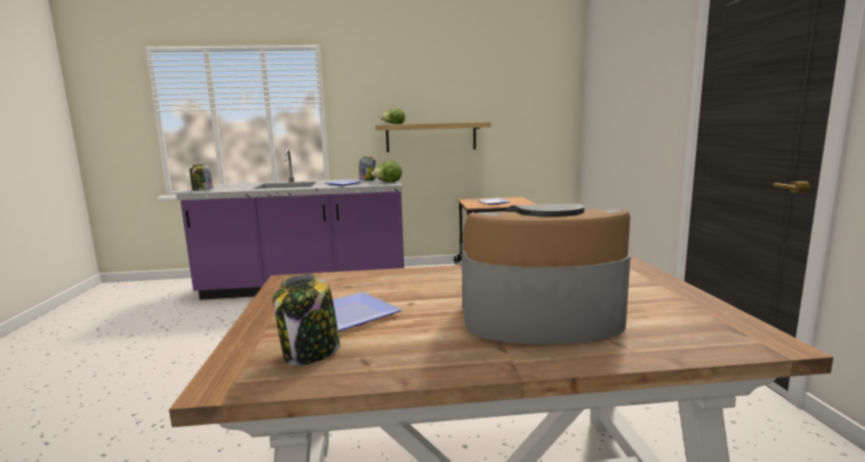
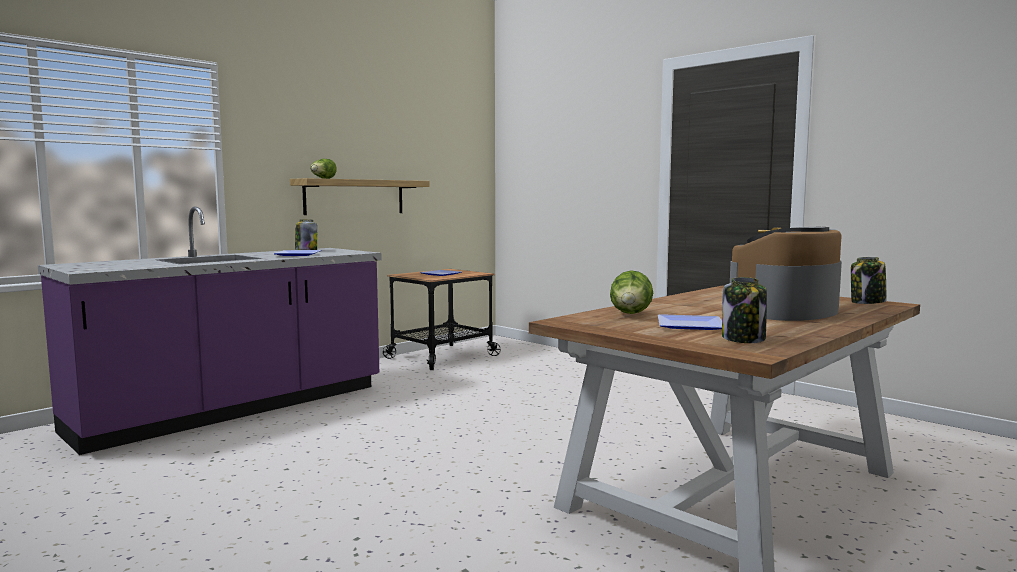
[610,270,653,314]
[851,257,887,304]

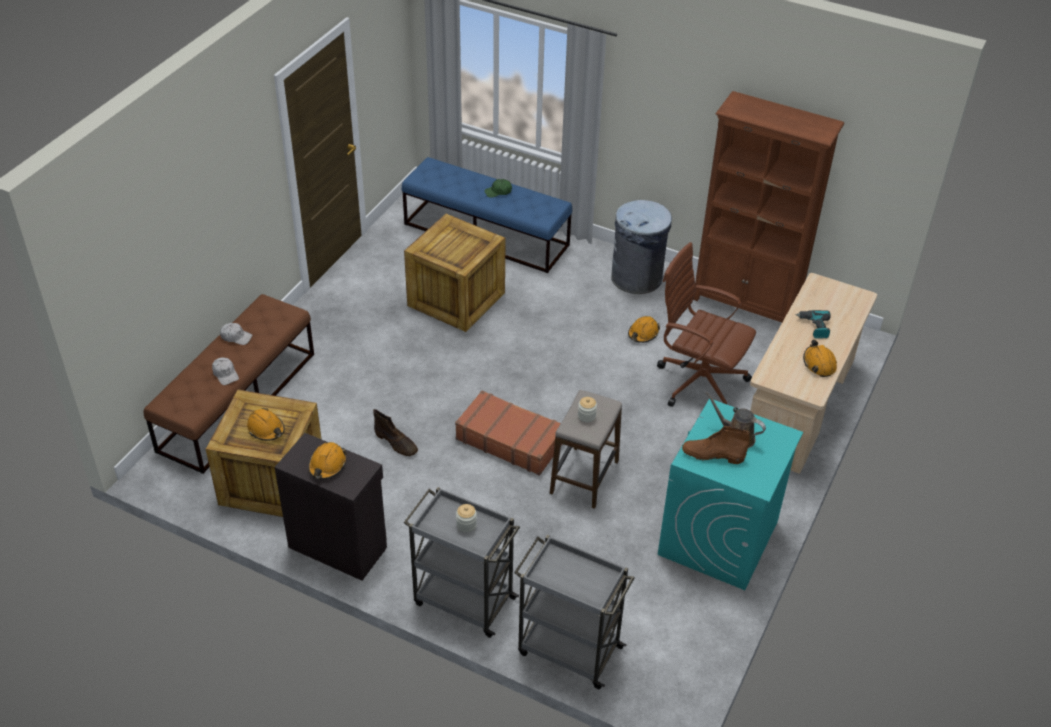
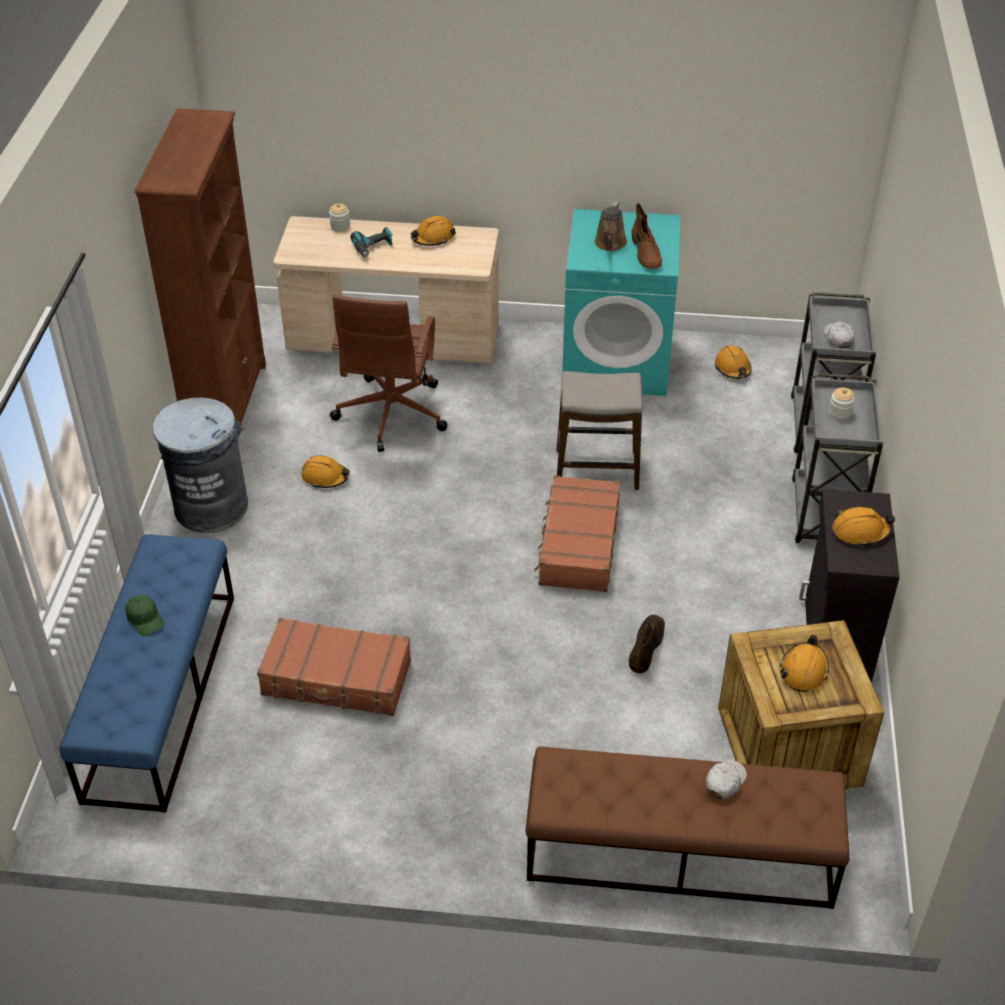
[257,618,411,716]
[824,321,855,349]
[329,203,350,232]
[715,345,752,379]

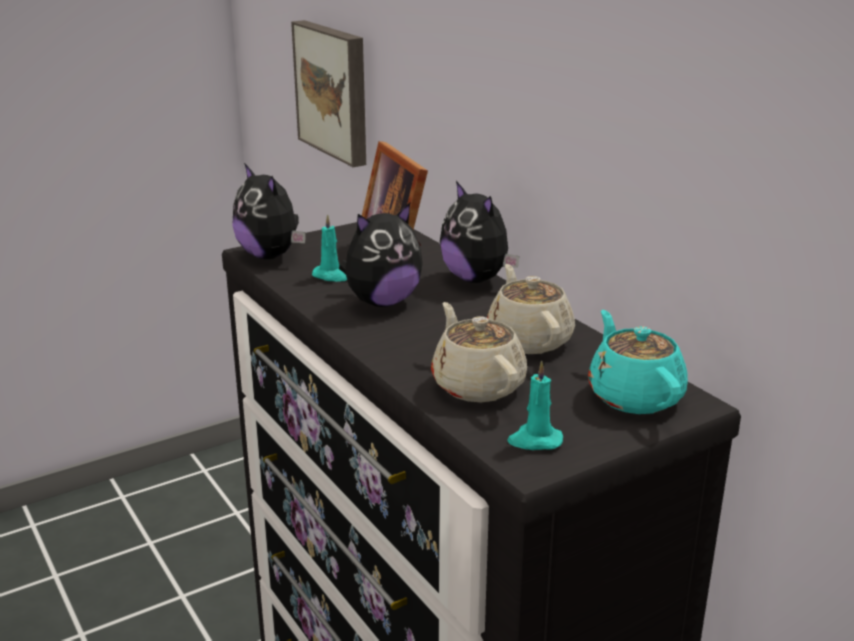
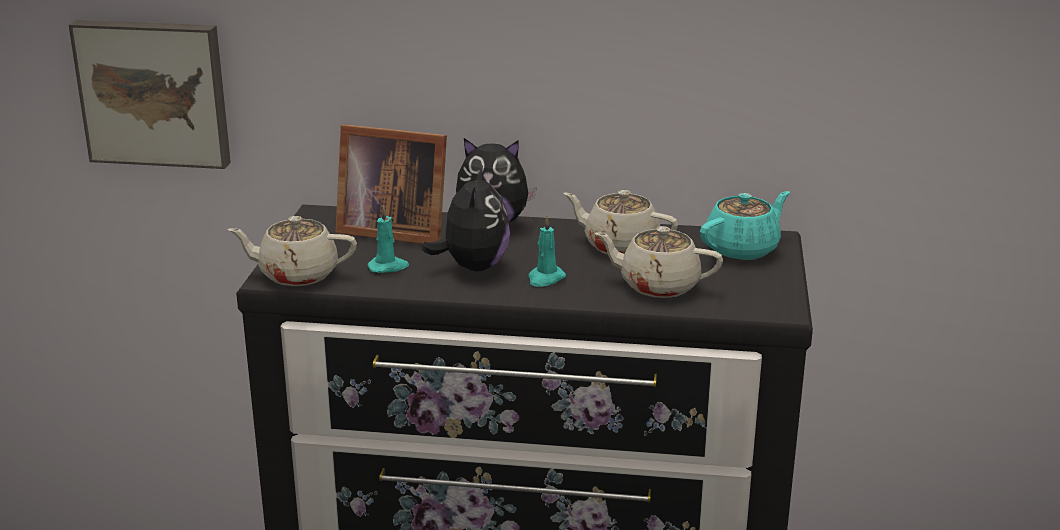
[227,216,357,286]
[700,191,790,260]
[528,216,566,287]

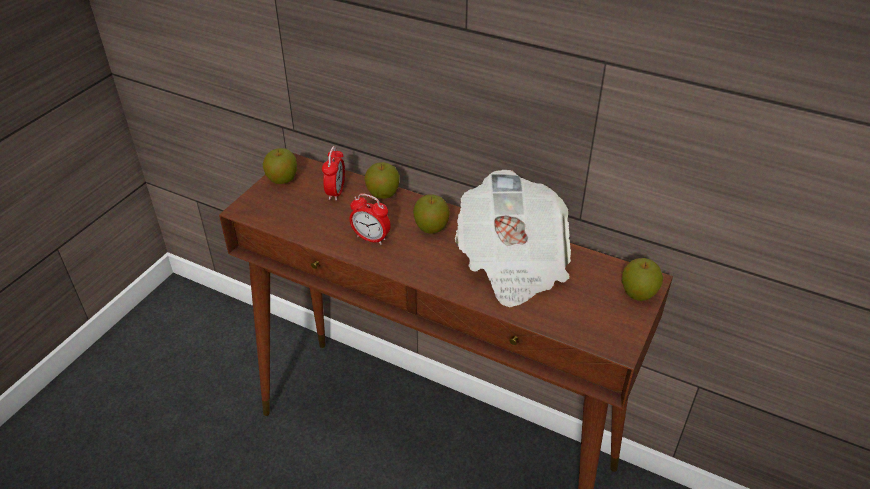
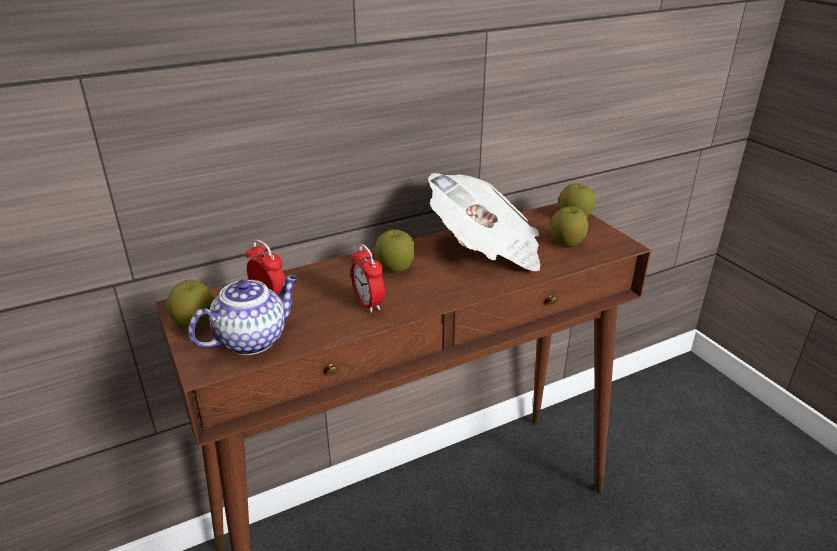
[550,206,588,246]
[351,244,385,313]
[188,275,298,355]

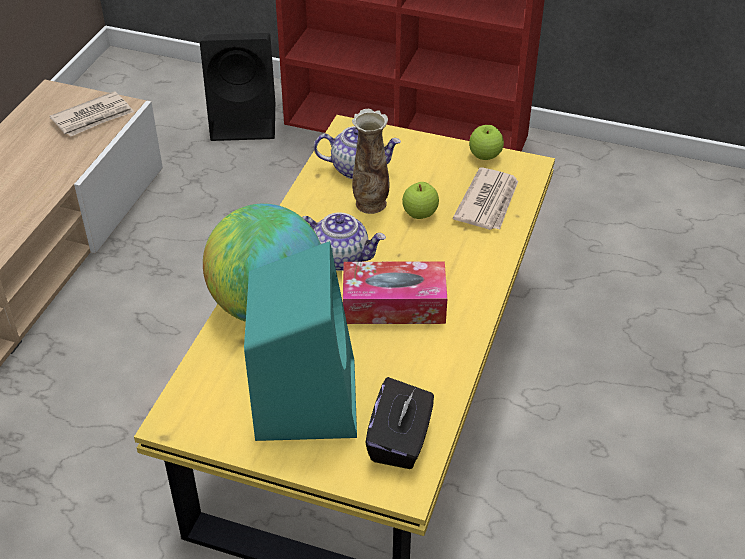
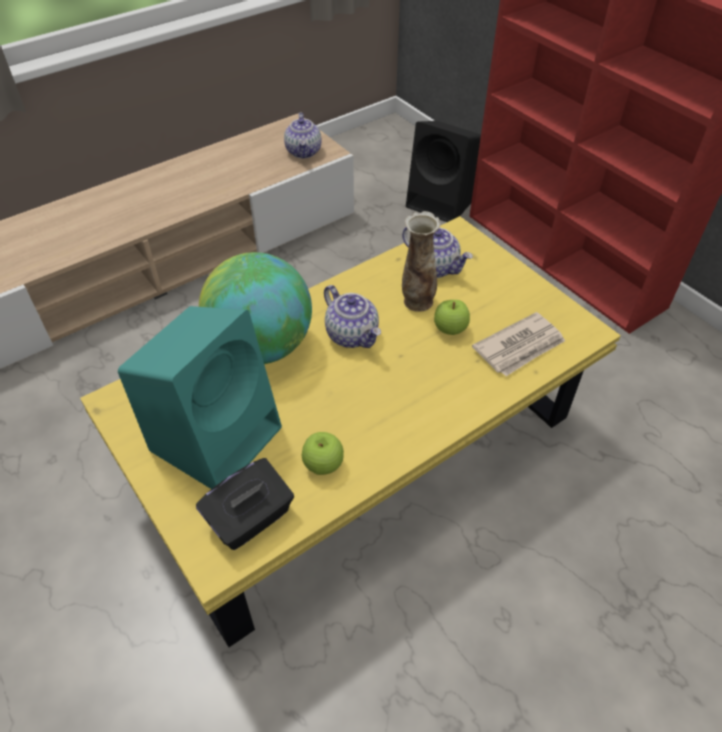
[284,113,322,158]
[302,432,344,475]
[343,262,447,324] (first image)

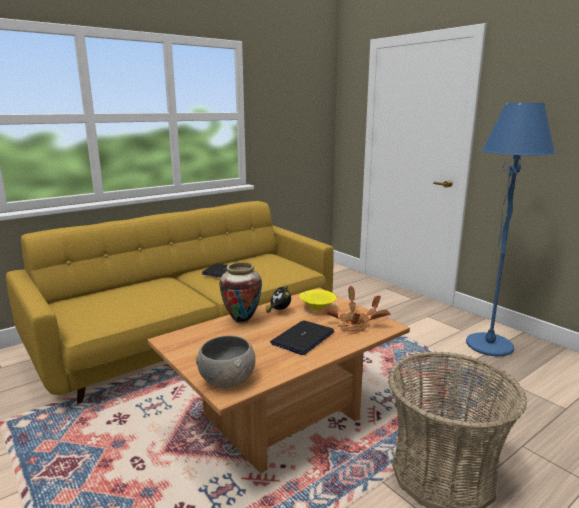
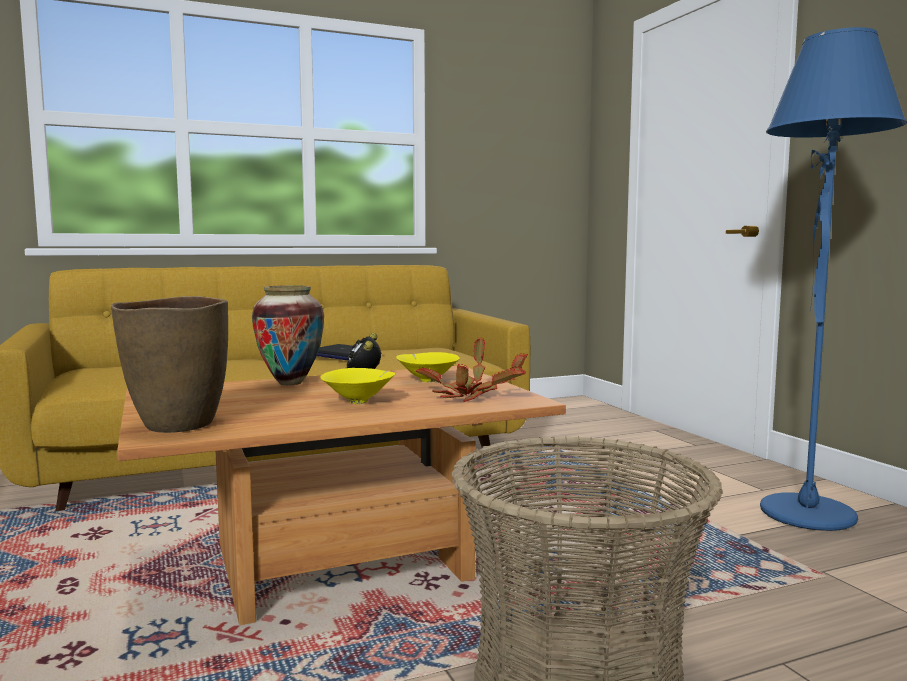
[320,368,396,404]
[111,296,228,433]

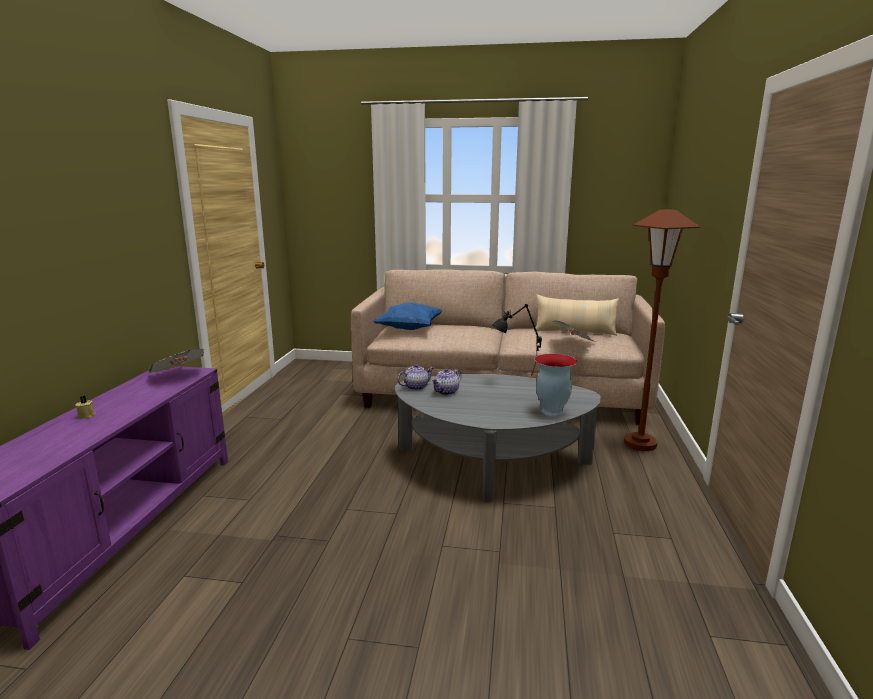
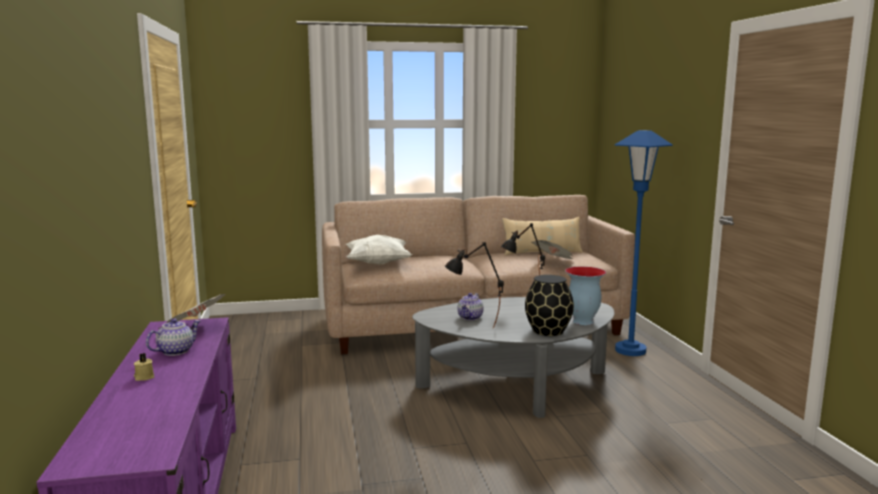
[615,130,673,356]
[346,235,412,264]
[146,318,200,356]
[445,242,504,329]
[525,275,574,336]

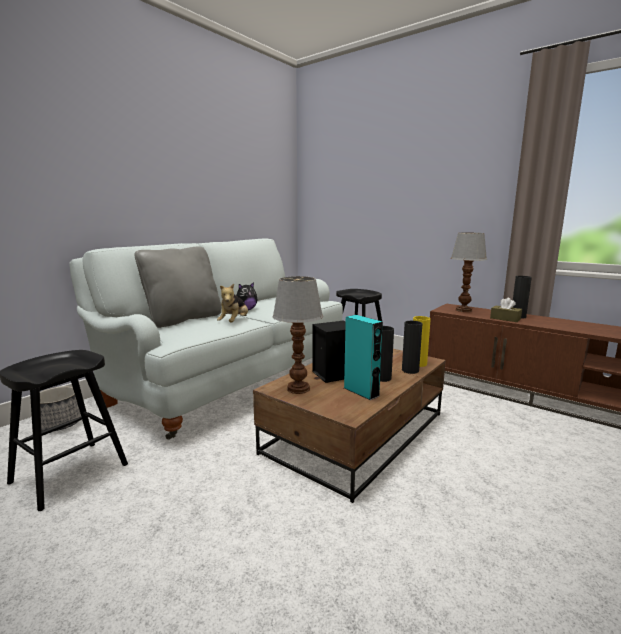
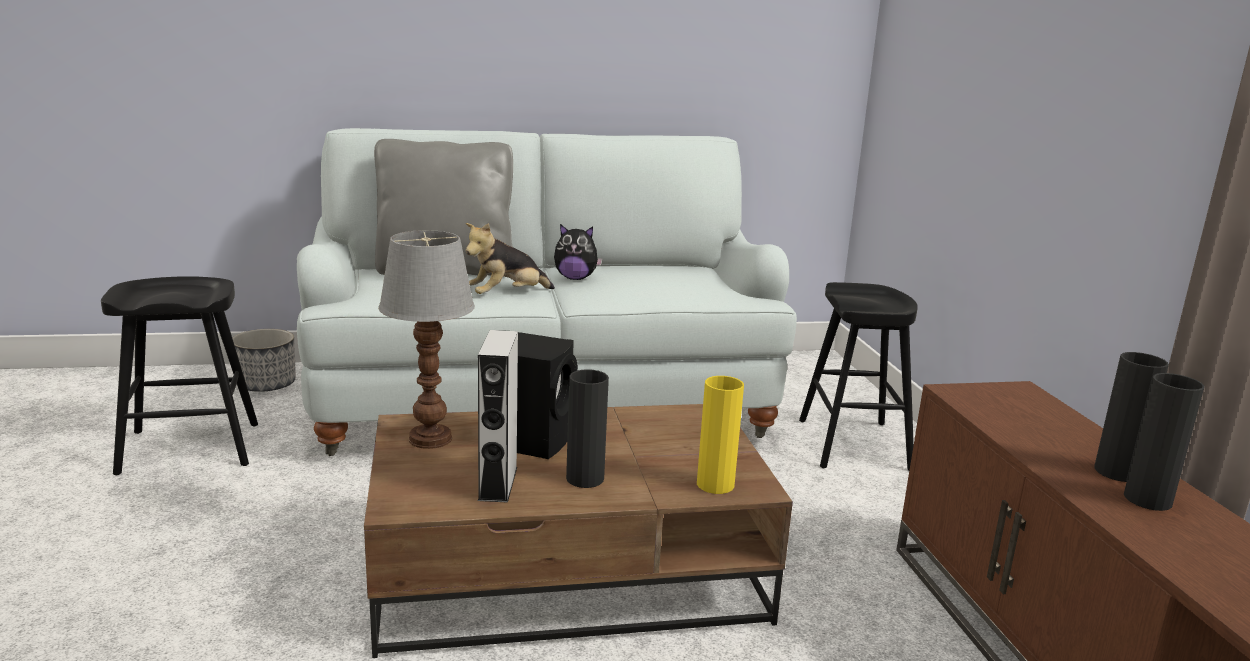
[451,233,487,312] (first image)
[490,298,522,322] (first image)
[478,330,518,503]
[1124,373,1205,511]

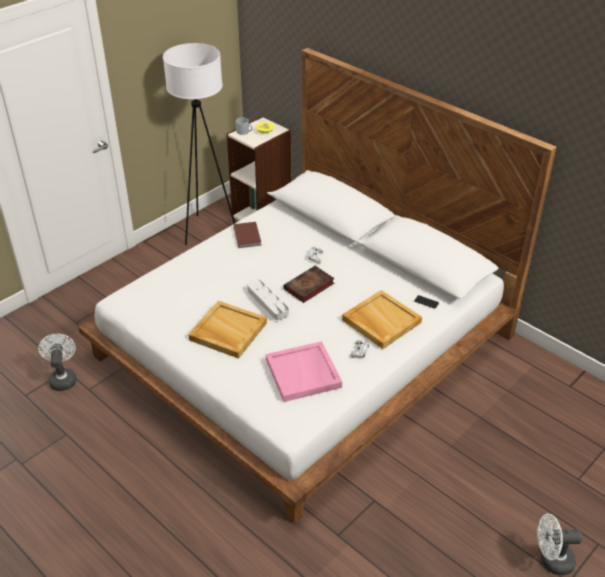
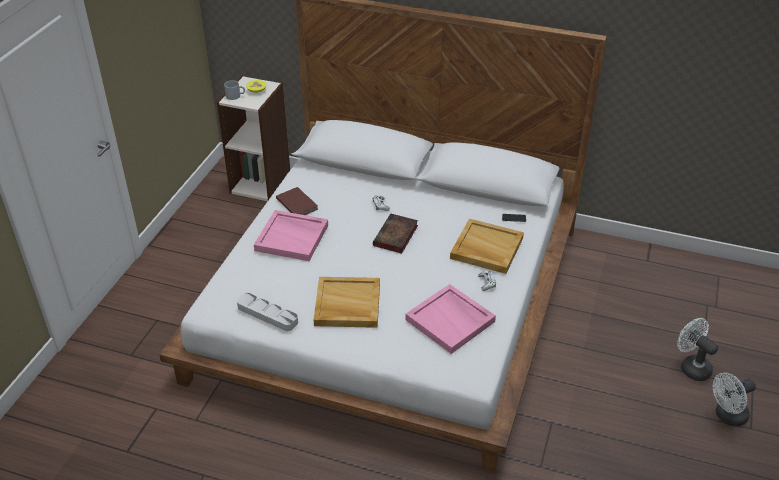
[163,43,235,245] (first image)
[237,293,298,331]
[677,318,718,381]
[254,210,328,261]

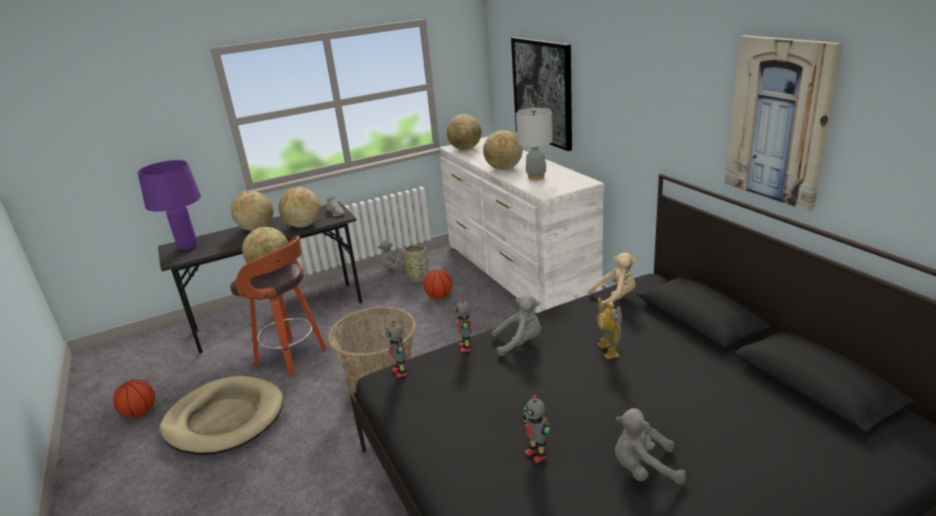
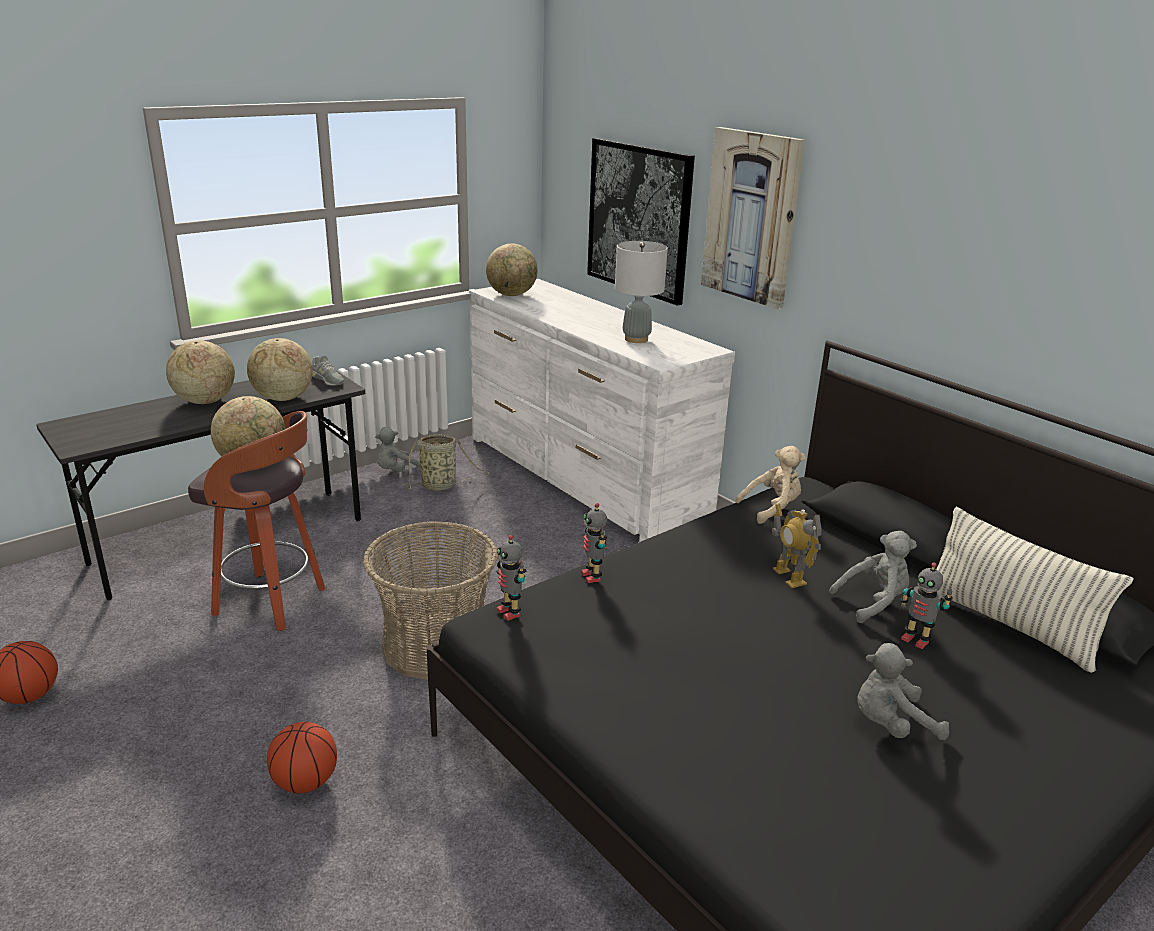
[701,127,805,309]
[483,130,523,170] (first image)
[138,160,201,250] (first image)
[267,722,337,793]
[829,531,917,623]
[160,376,283,455] (first image)
[900,562,953,649]
[937,507,1133,673]

